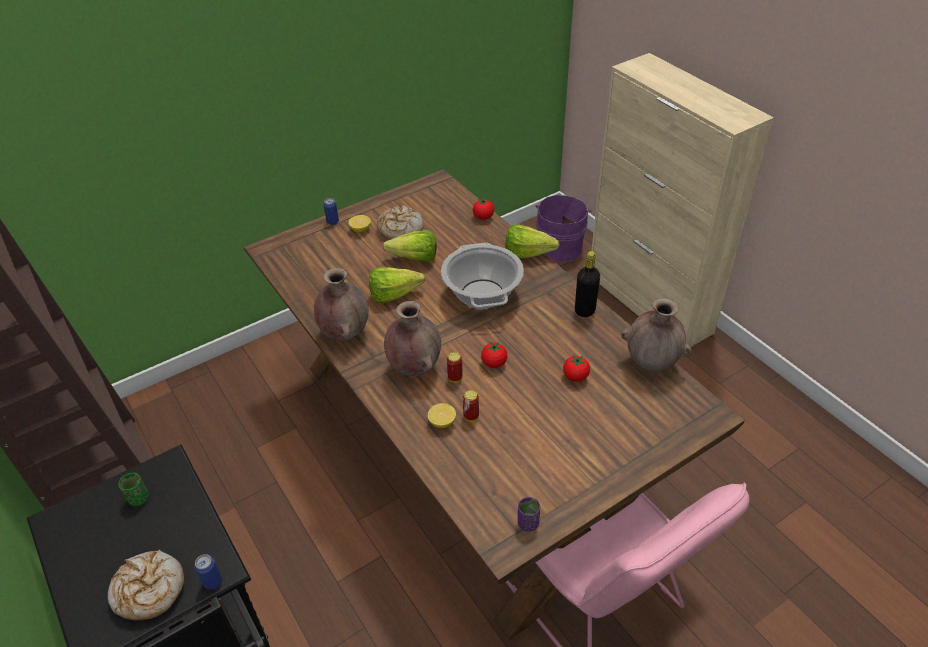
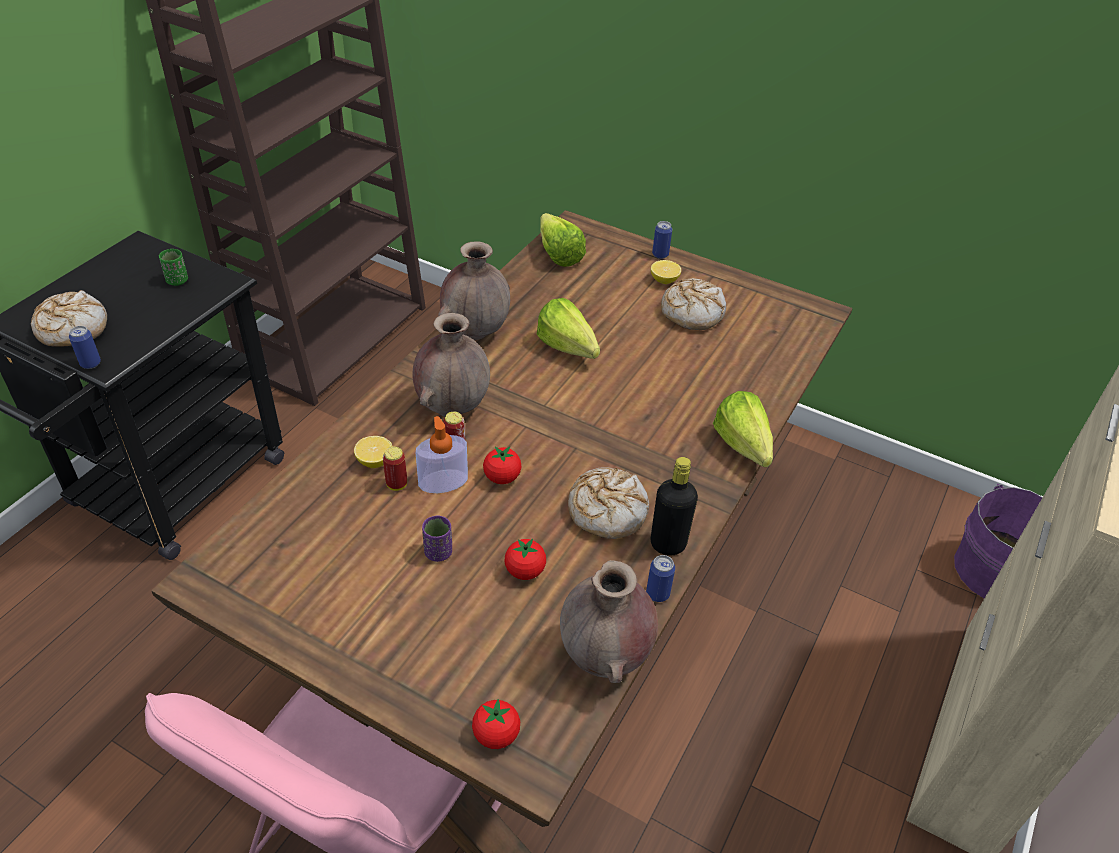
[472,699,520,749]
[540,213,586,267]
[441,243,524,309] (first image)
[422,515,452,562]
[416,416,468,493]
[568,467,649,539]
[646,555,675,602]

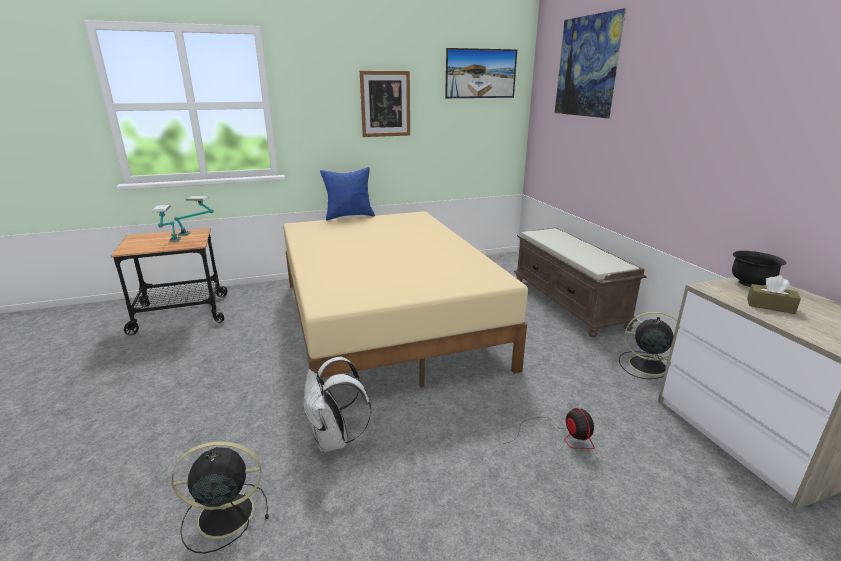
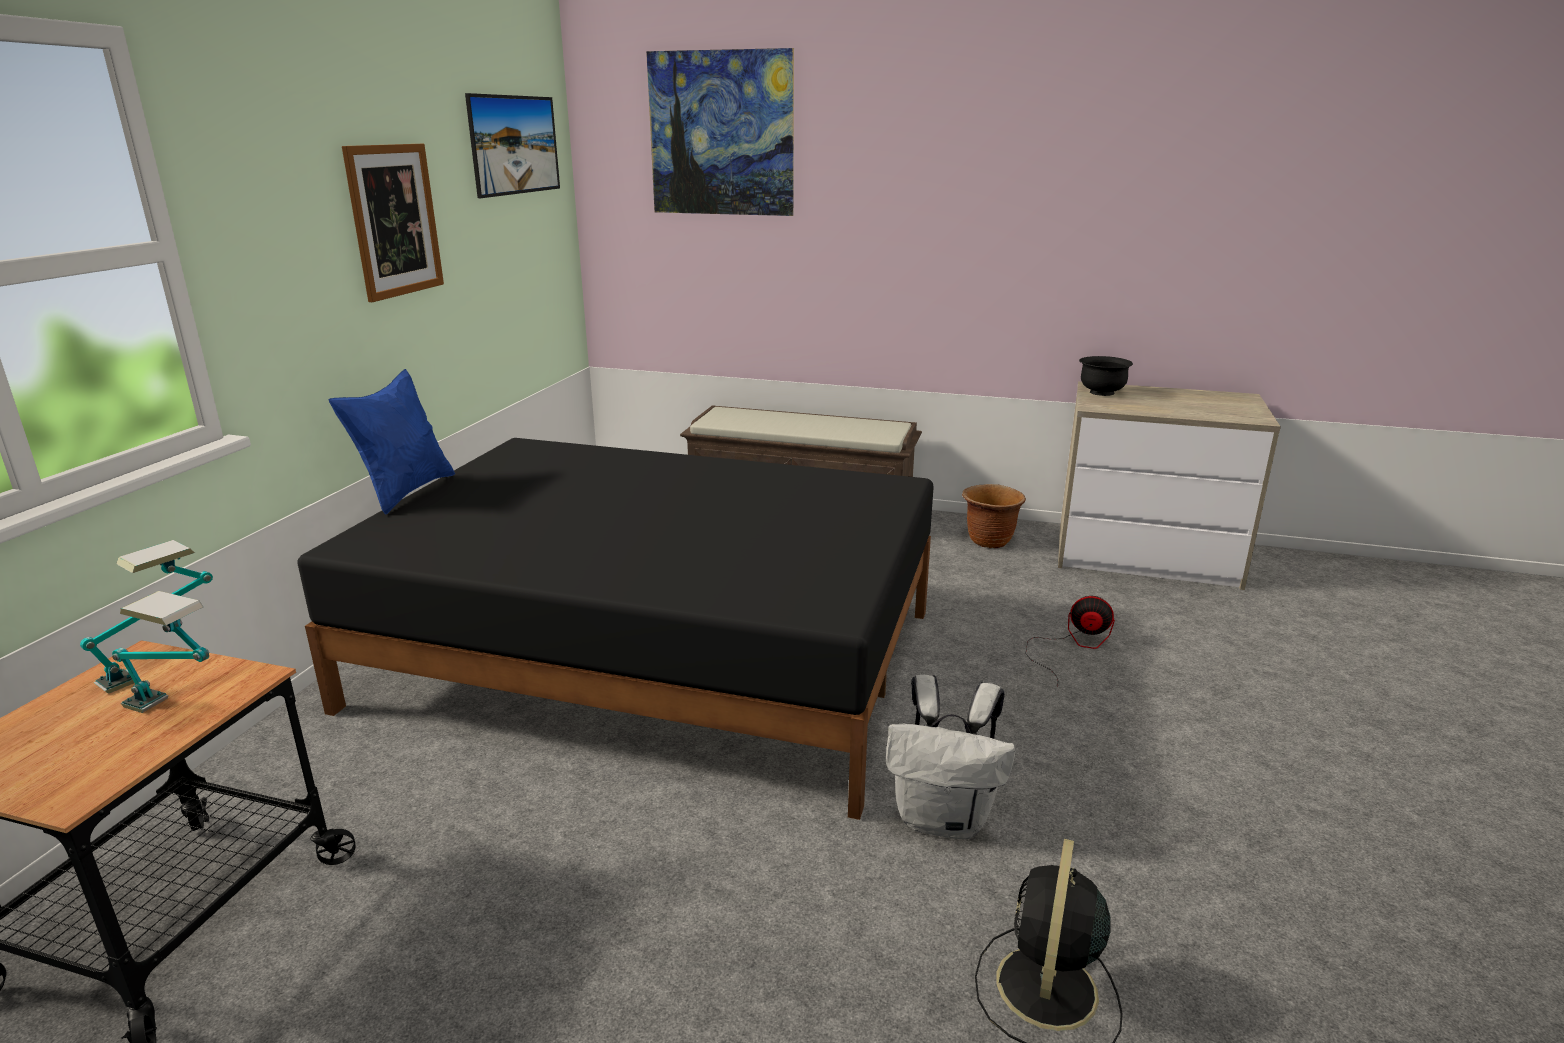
[298,438,934,820]
[747,275,801,314] (first image)
[962,484,1026,548]

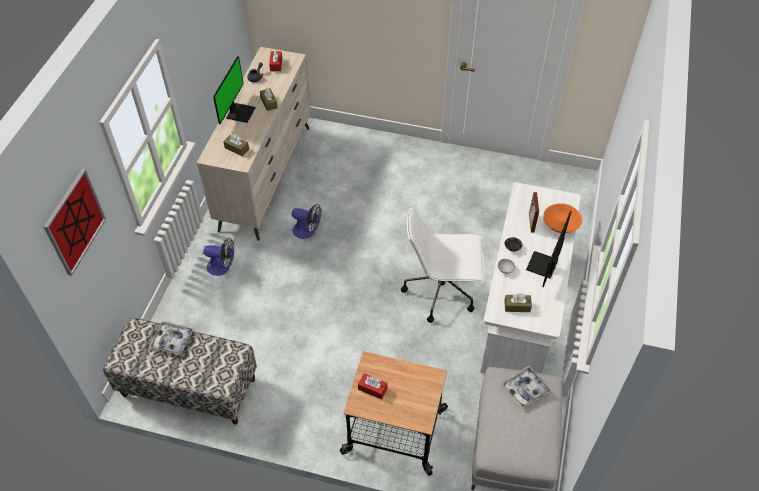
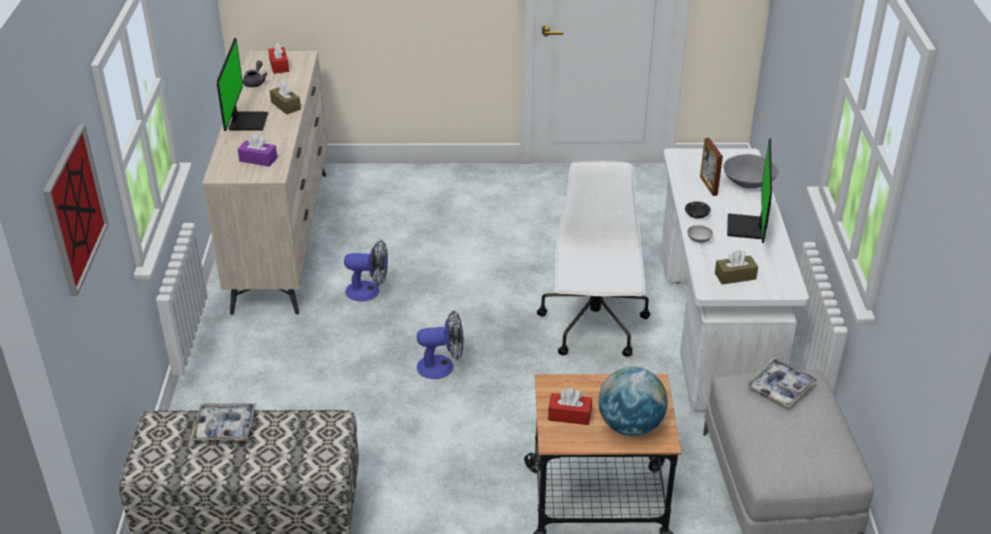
[238,134,277,167]
[723,154,779,189]
[537,160,651,357]
[417,310,464,379]
[598,367,668,436]

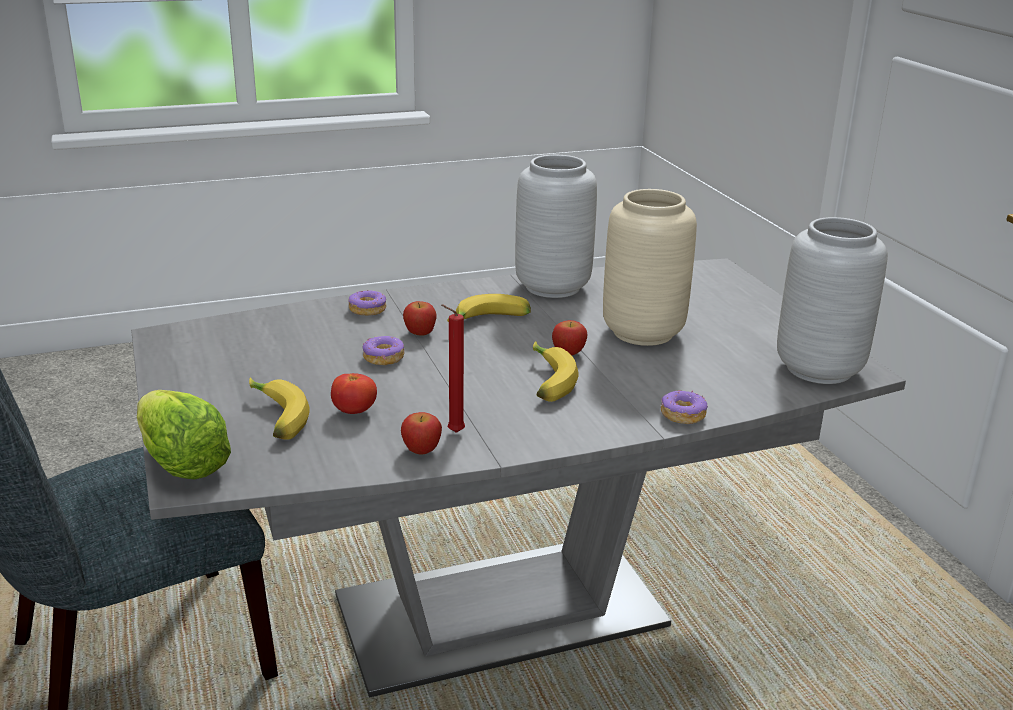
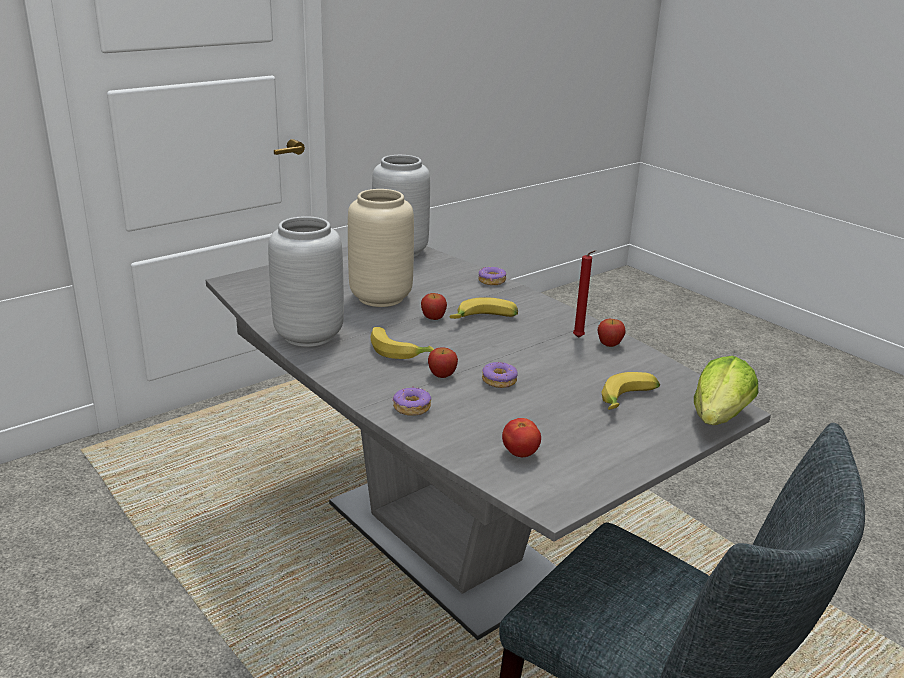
[502,418,541,457]

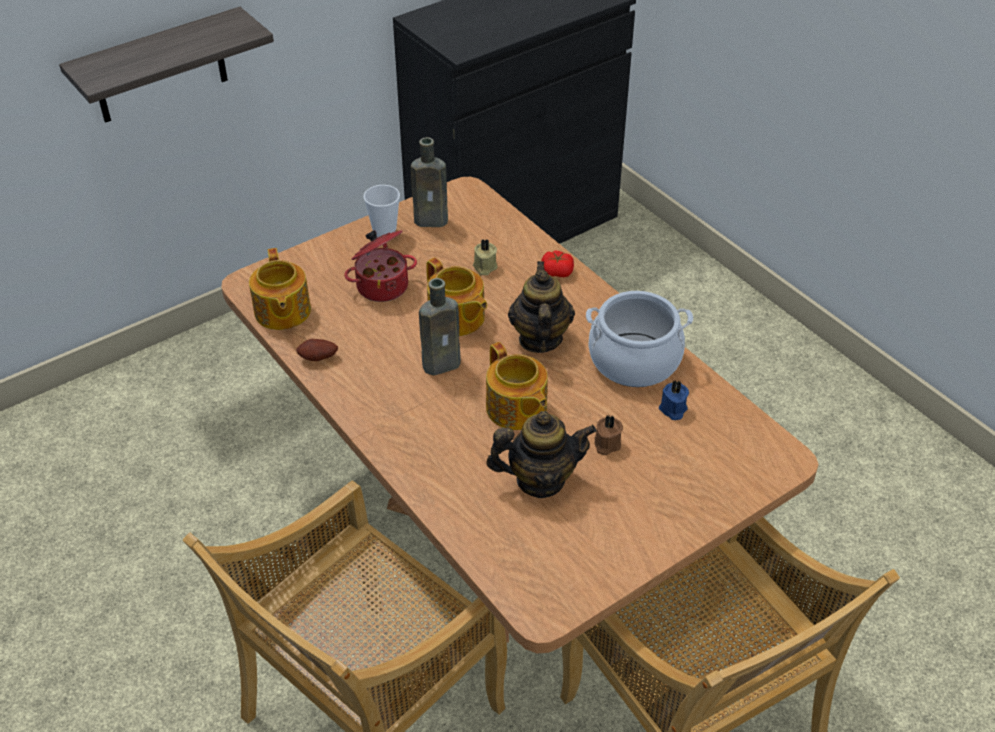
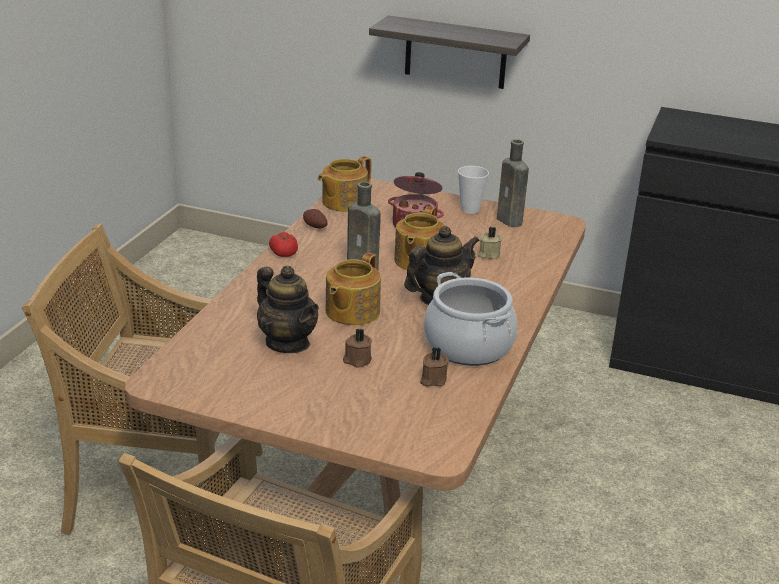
[269,232,298,257]
[420,347,449,387]

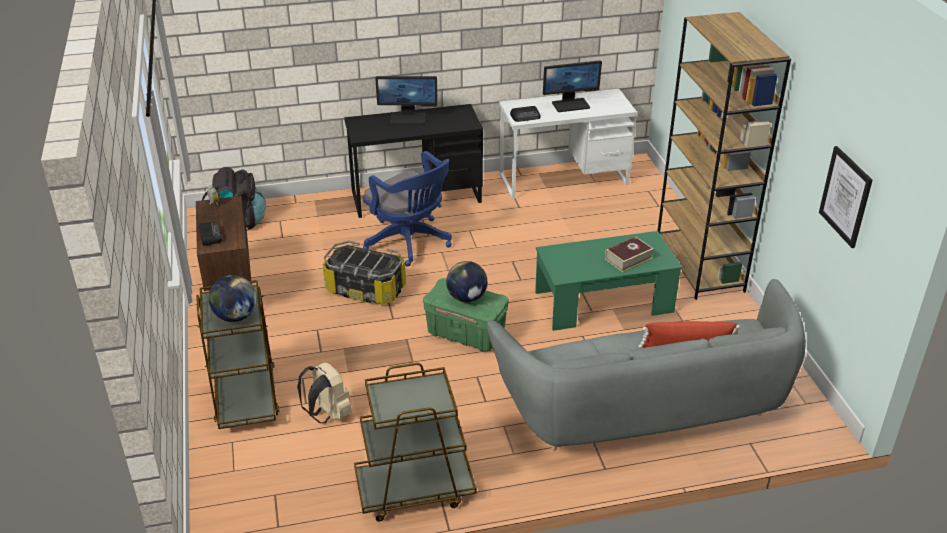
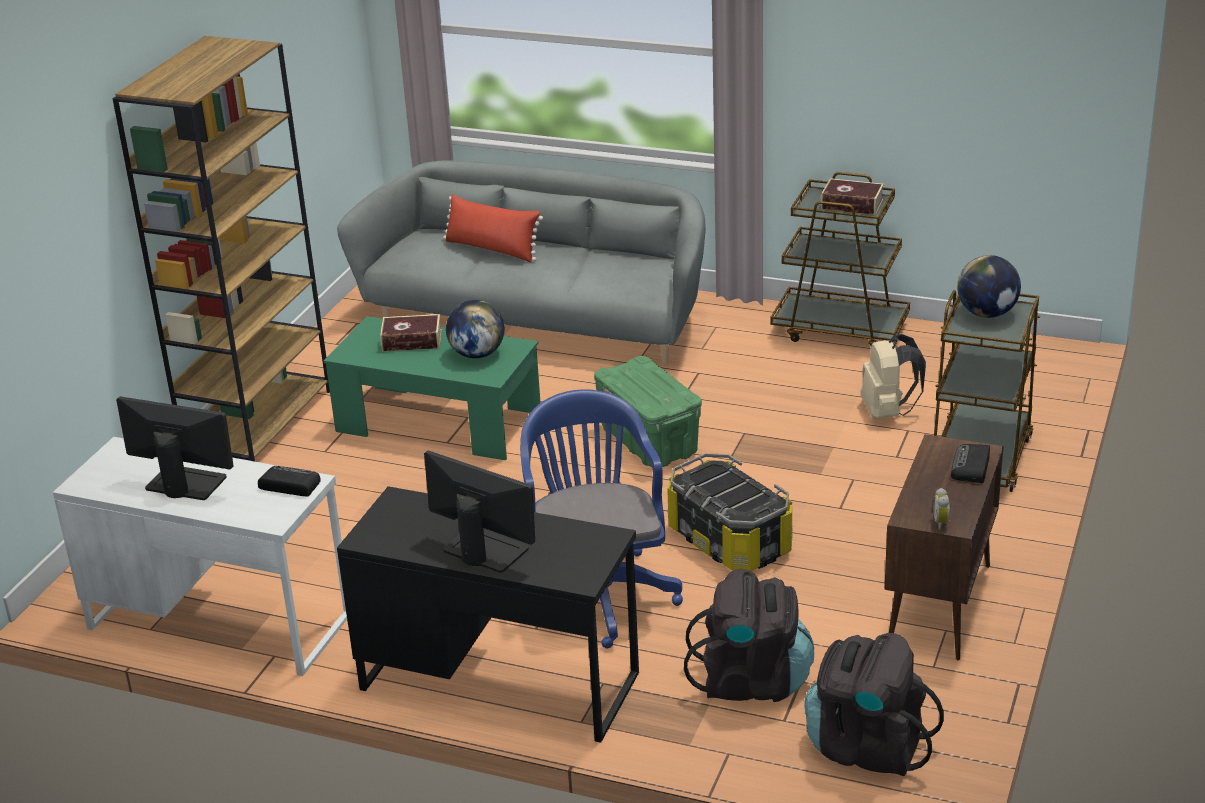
[819,146,873,248] (first image)
[446,300,504,358]
[821,178,884,215]
[684,569,814,702]

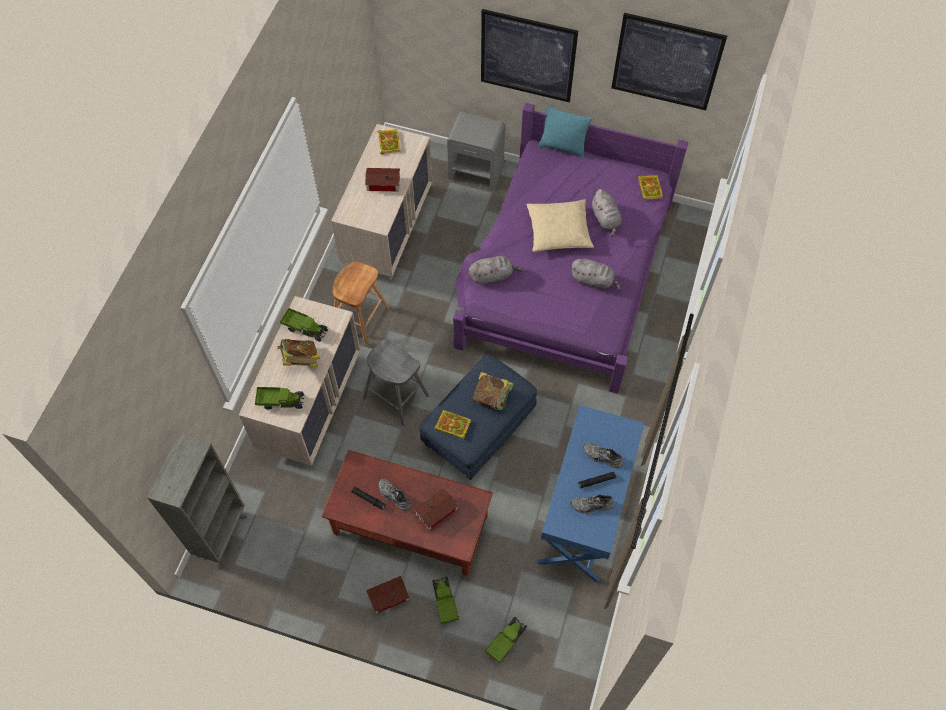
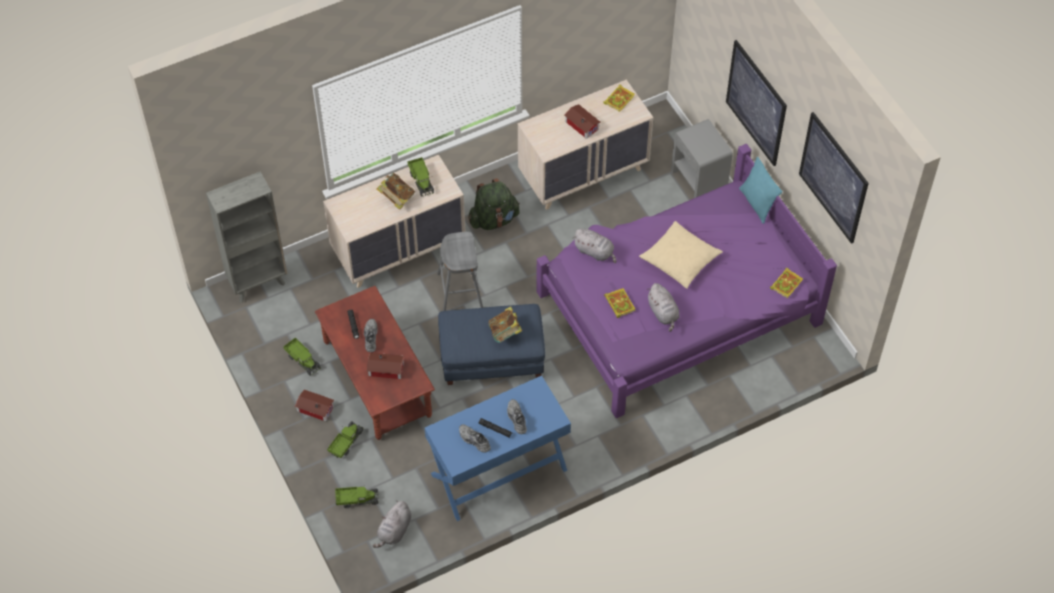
[373,500,411,548]
[468,178,520,230]
[283,337,321,376]
[604,288,635,318]

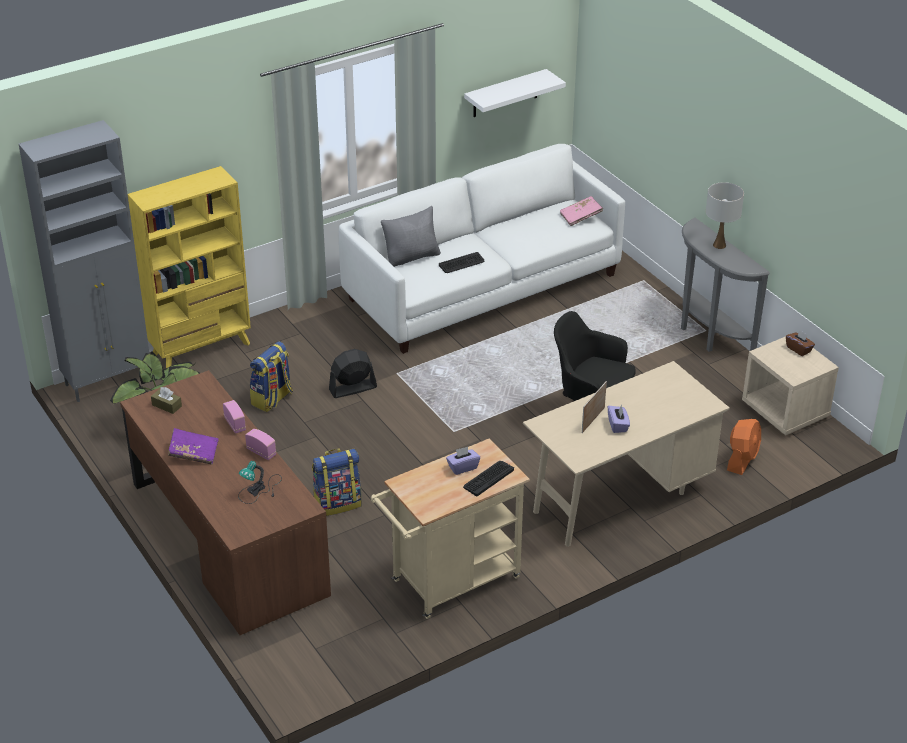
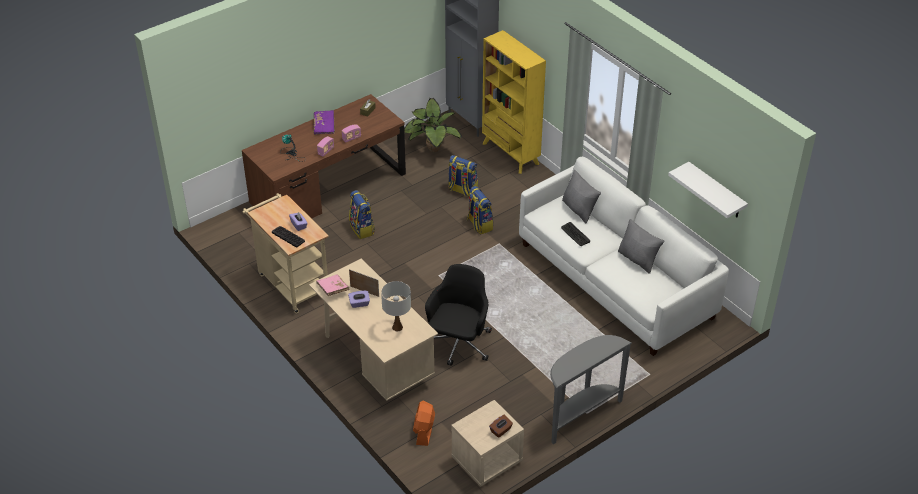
[381,281,411,331]
[316,274,349,296]
[467,186,493,234]
[413,401,435,446]
[618,219,664,274]

